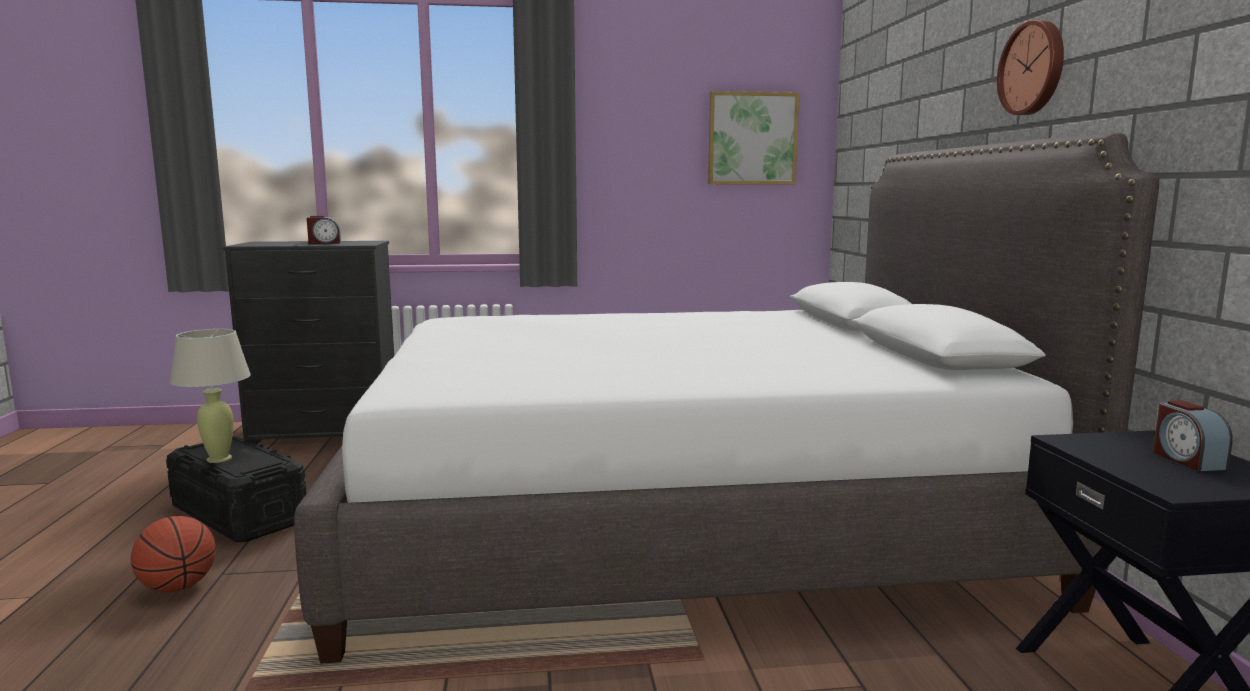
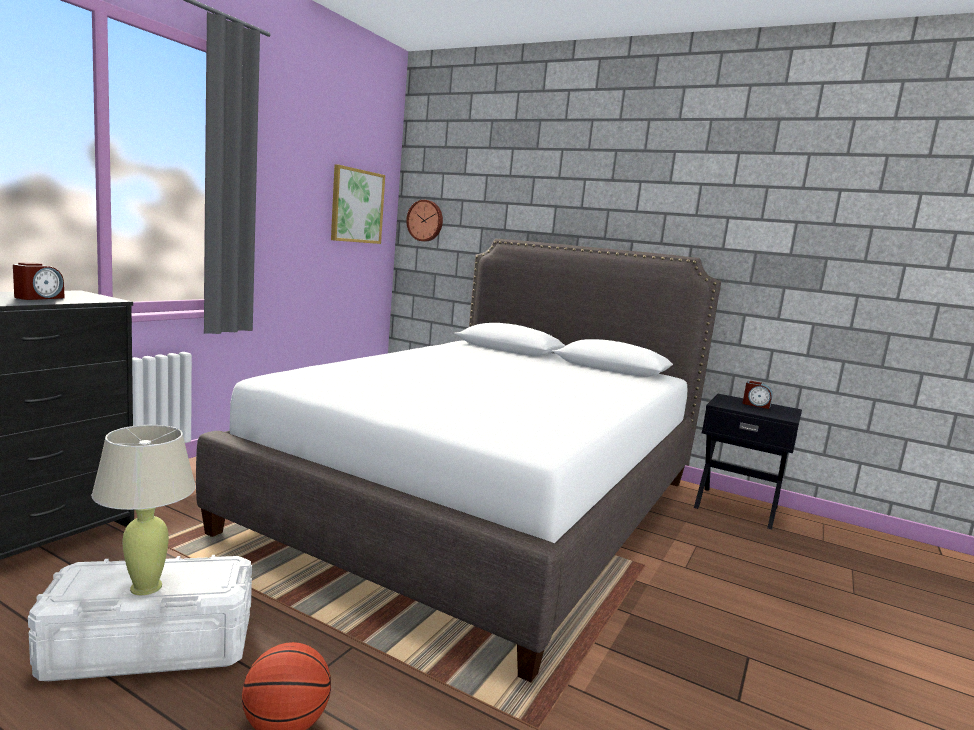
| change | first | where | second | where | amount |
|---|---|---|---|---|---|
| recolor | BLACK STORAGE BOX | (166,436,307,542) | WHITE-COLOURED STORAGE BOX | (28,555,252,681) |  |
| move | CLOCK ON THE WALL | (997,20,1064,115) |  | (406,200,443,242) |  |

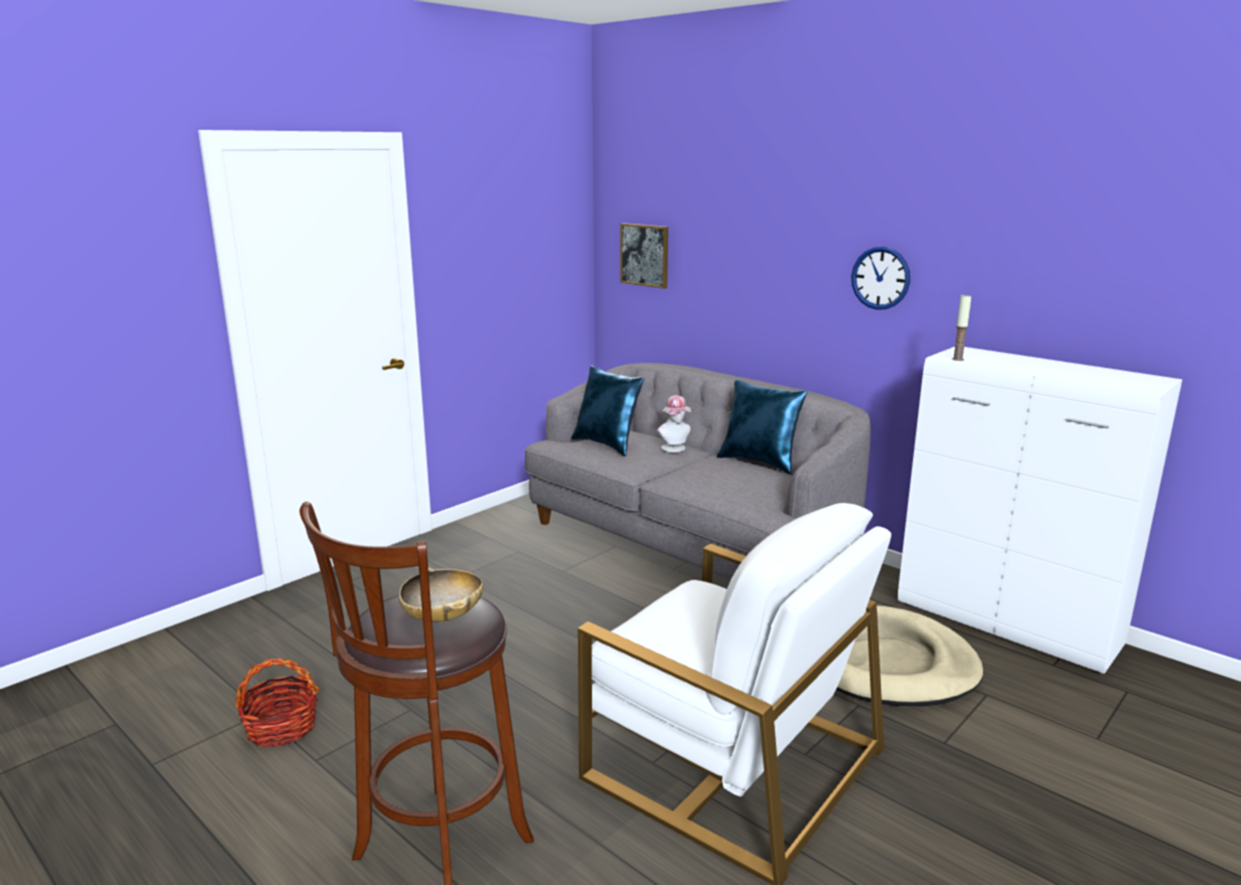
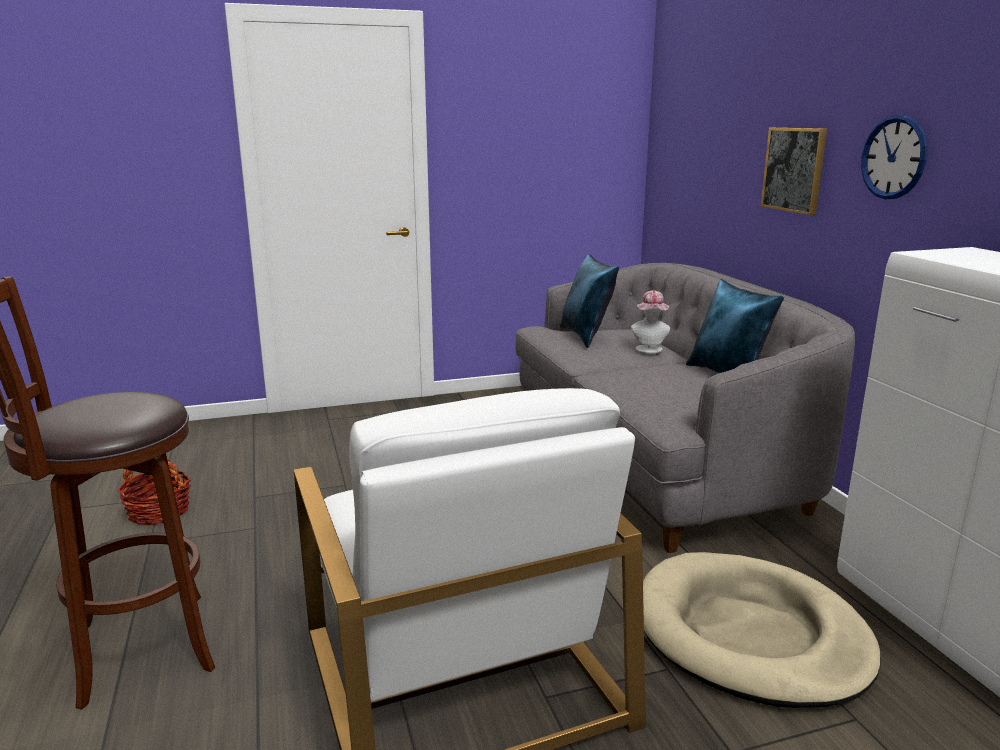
| change | first | where | second | where | amount |
|---|---|---|---|---|---|
| delete | BEIGE BOWL | (399,567,483,622) |  |  |  |
| move | WALL ART | (620,223,668,289) |  | (761,127,827,215) |  |
| delete | WAX LIGHT | (952,294,972,361) |  |  |  |

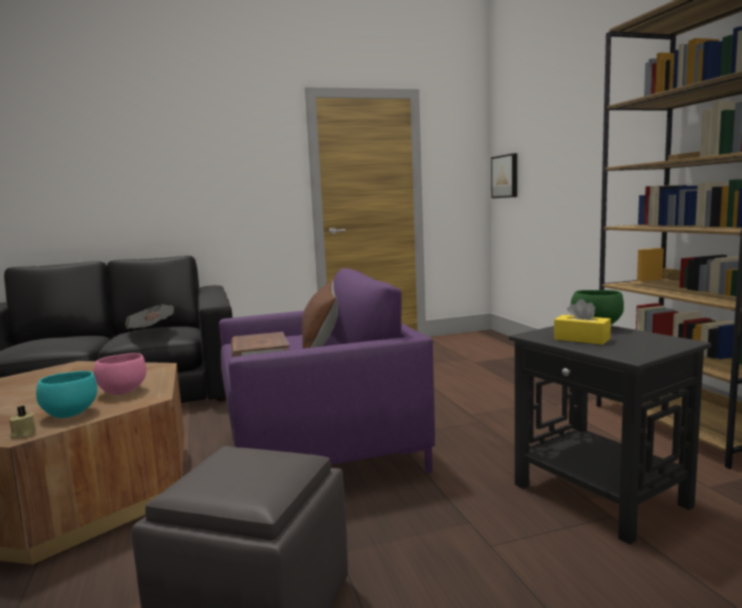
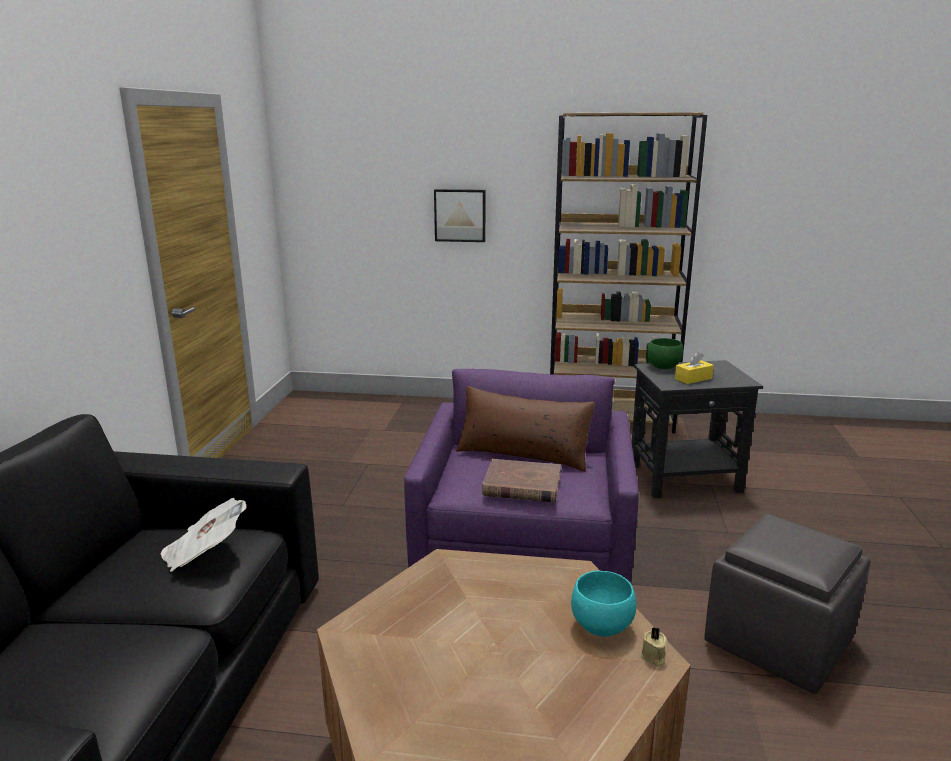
| change | first | where | second | where | amount |
|---|---|---|---|---|---|
| delete | PINK-COLOURED BOWL | (94,353,147,395) |  |  |  |
| move | WALL ART | (491,153,517,198) |  | (434,189,486,242) |  |

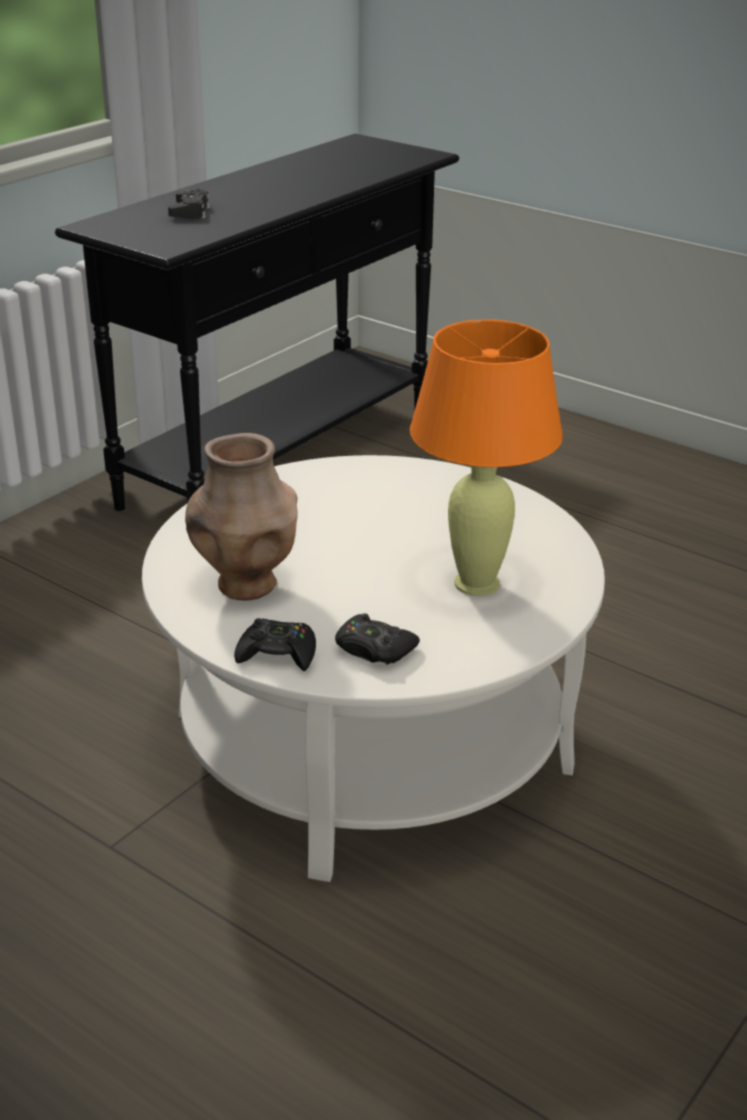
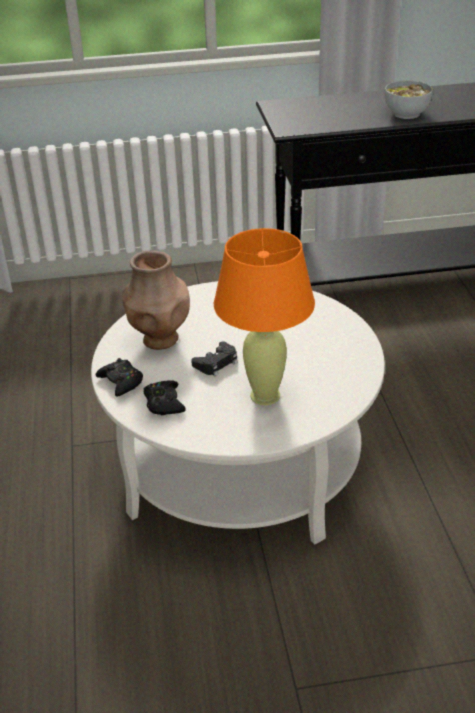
| change | first | where | second | where | amount |
|---|---|---|---|---|---|
| move | BLACK JOYPAD | (168,188,210,219) |  | (191,341,238,376) |  |
| insert |  |  | BOWL | (385,80,433,119) |  |

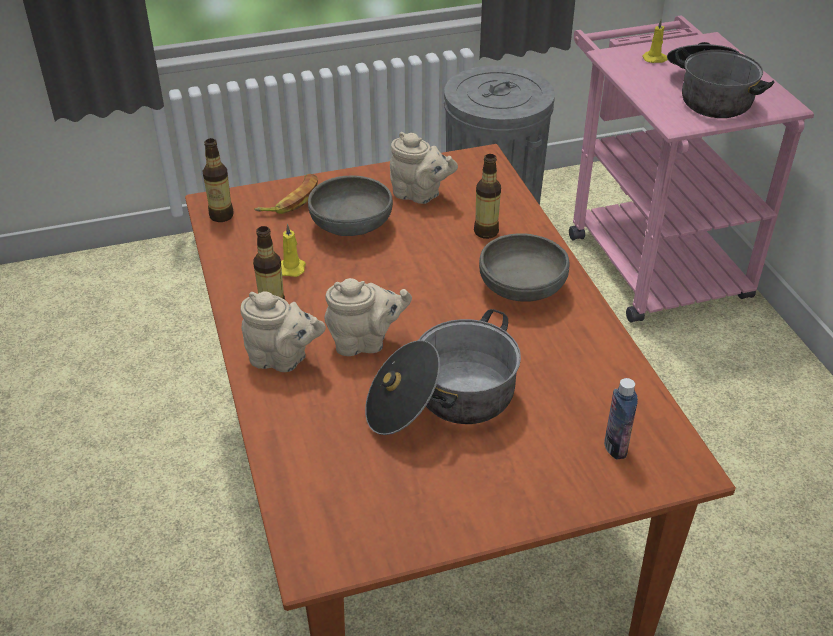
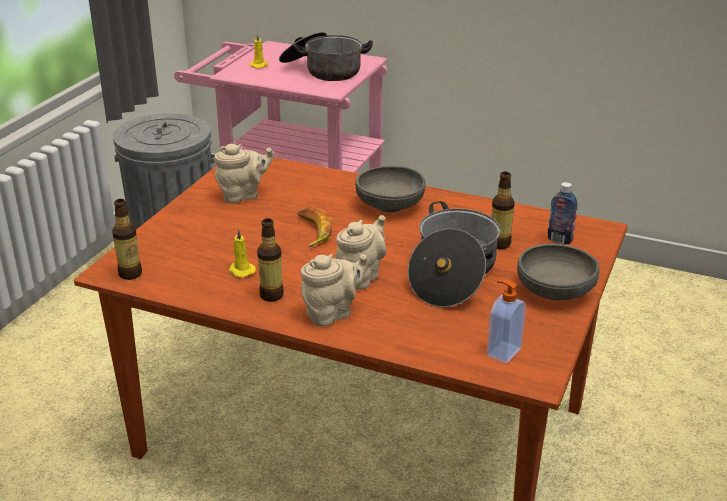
| change | first | where | second | where | amount |
|---|---|---|---|---|---|
| move | WHOLE BANANA | (254,174,318,214) |  | (297,207,332,247) |  |
| move | GREY BOWL | (308,175,393,236) |  | (517,244,600,300) |  |
| move | BOTTLE | (474,154,501,239) |  | (491,172,515,249) |  |
| insert |  |  | LIQUID SOAP BOTTLE | (487,280,526,364) |  |

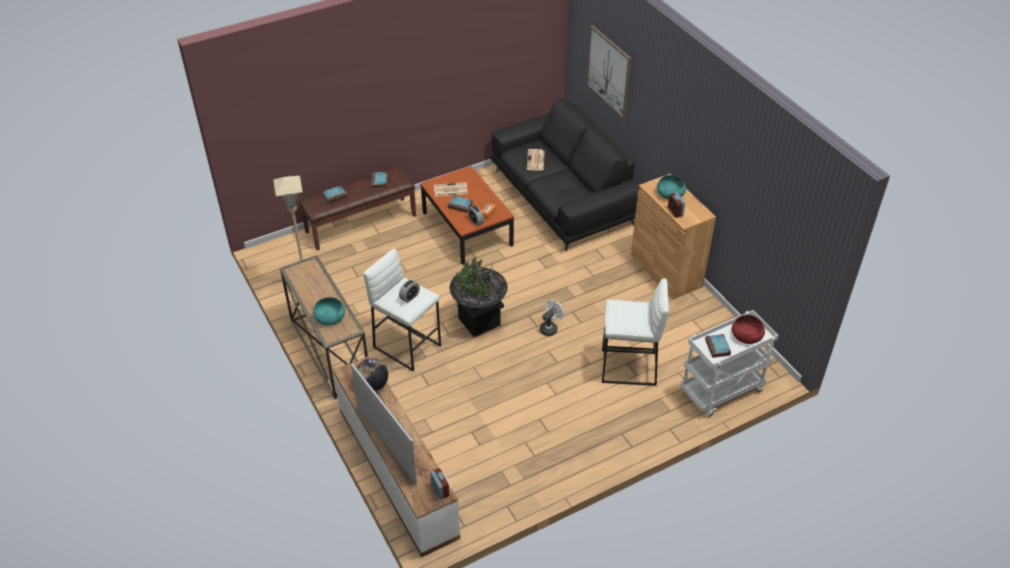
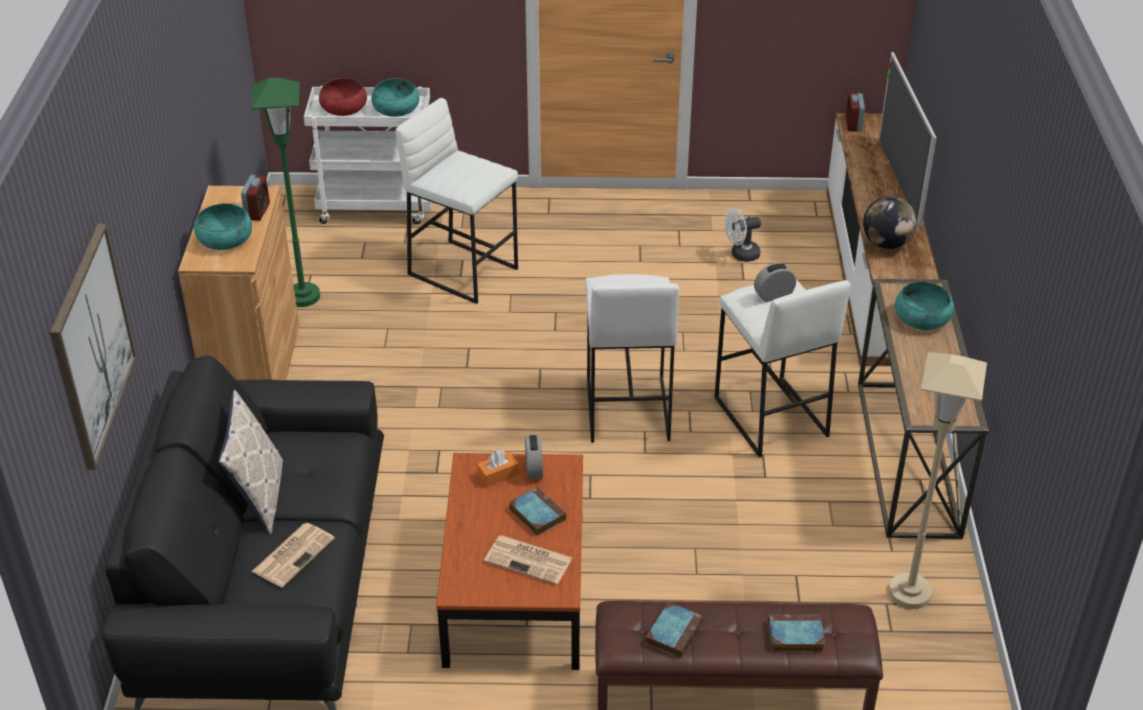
| change | first | where | second | where | amount |
|---|---|---|---|---|---|
| replace | BLACK PLANTER | (449,258,508,337) | WHITE-COLOURED STOOL | (585,274,679,443) |  |
| move | WHITE-COLOURED ELECTRIC FAN | (540,300,564,336) |  | (724,208,761,262) |  |
| replace | VOLUME | (705,334,731,358) | TURQUOISE BOWL | (372,78,419,117) |  |
| insert |  |  | CUSHION | (218,390,283,534) |  |
| insert |  |  | GREENISH FLOOR LAMP | (251,78,320,307) |  |

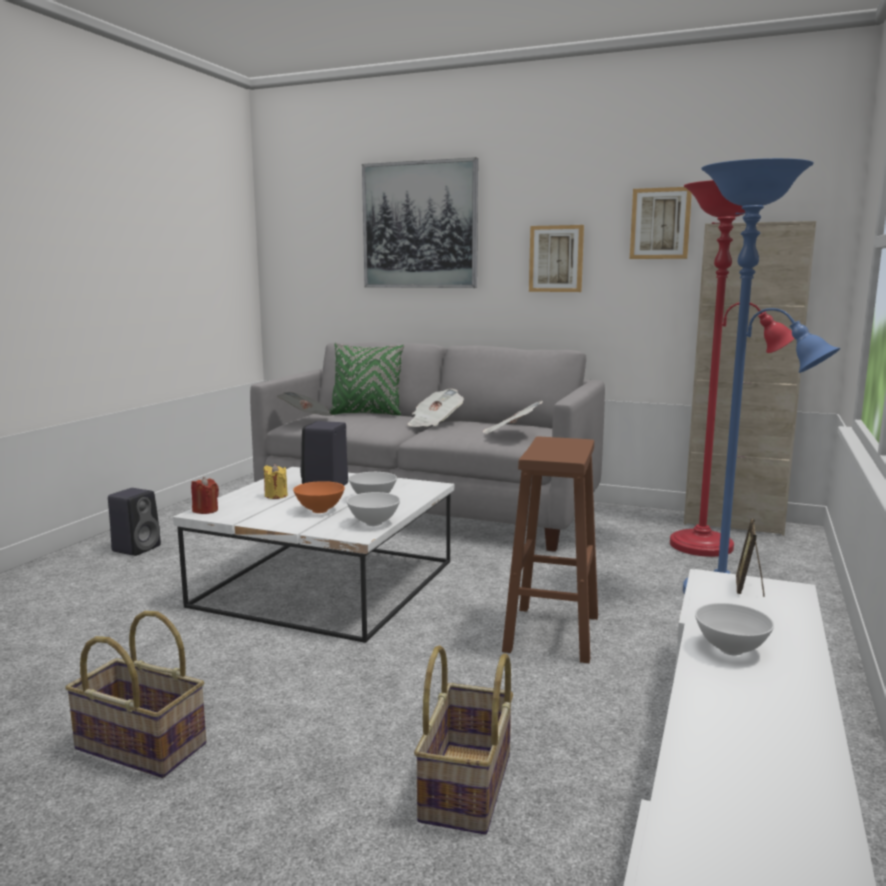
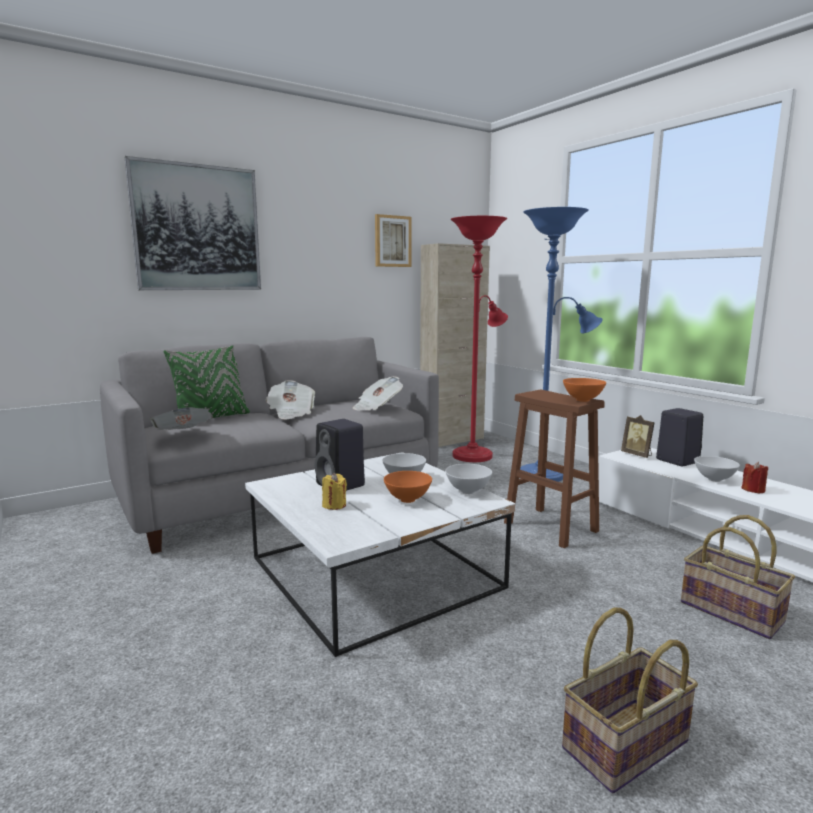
| change | first | where | second | where | amount |
|---|---|---|---|---|---|
| move | BLACK SPEAKER | (108,488,161,556) |  | (656,408,703,467) |  |
| move | RED WAX LIGHT | (191,477,219,514) |  | (741,462,768,493) |  |
| delete | WALL ART | (529,225,584,292) |  |  |  |
| insert |  |  | ORANGE BOWL | (563,378,606,402) |  |

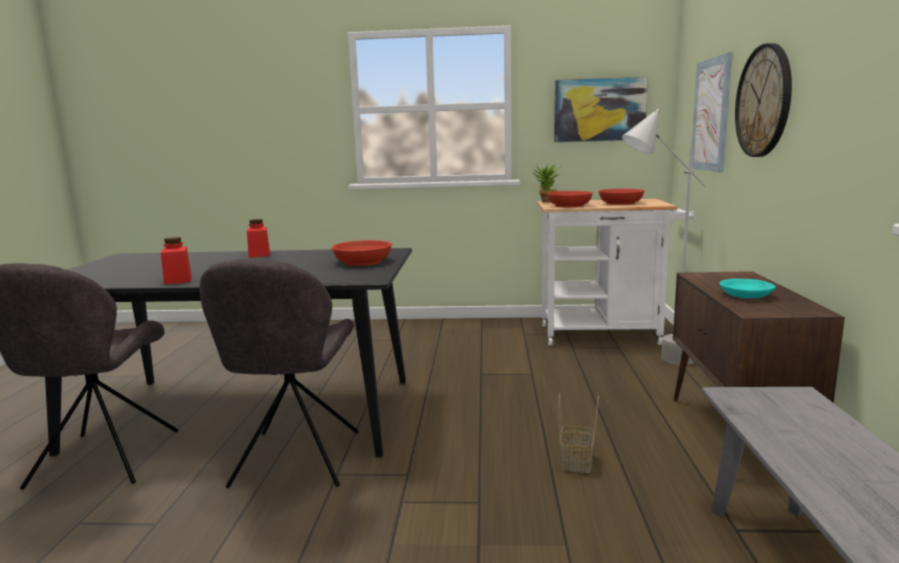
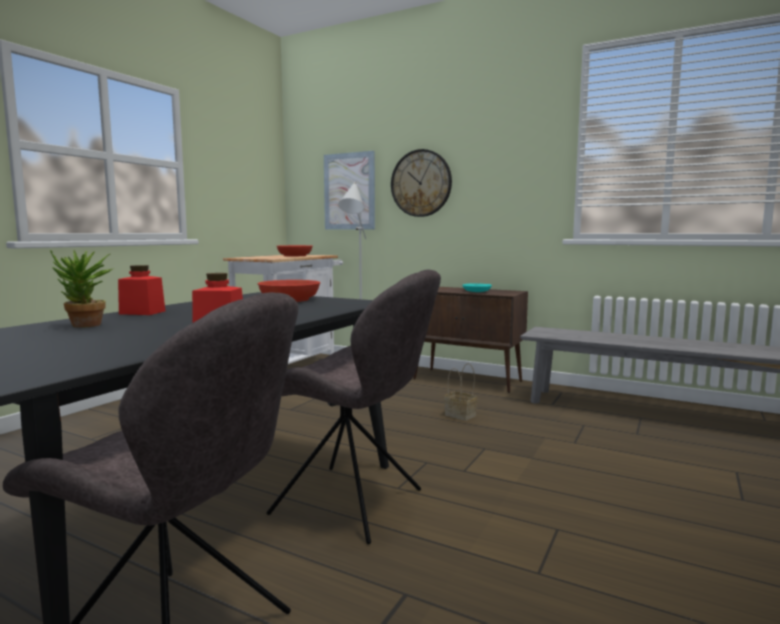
| change | first | where | second | where | amount |
|---|---|---|---|---|---|
| move | HOUSEPLANT | (532,164,561,202) |  | (50,250,112,328) |  |
| delete | RED BOWL | (547,191,593,207) |  |  |  |
| delete | WALL ART | (554,77,648,142) |  |  |  |

